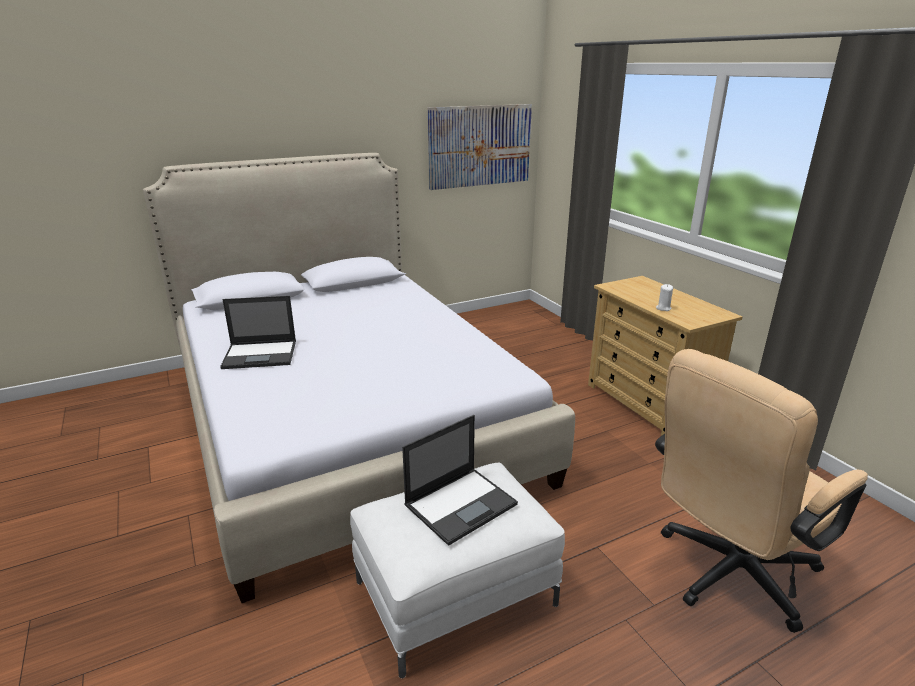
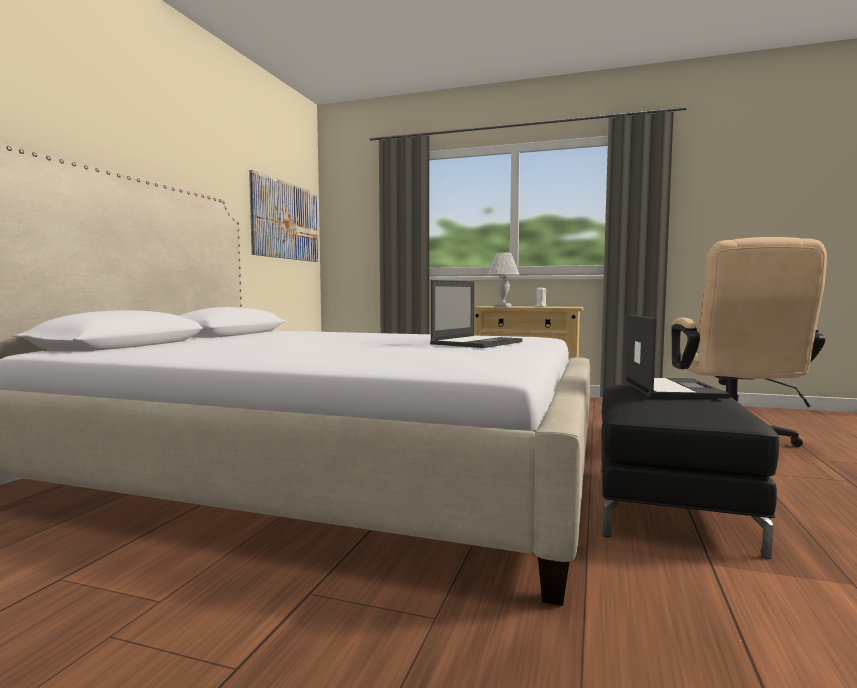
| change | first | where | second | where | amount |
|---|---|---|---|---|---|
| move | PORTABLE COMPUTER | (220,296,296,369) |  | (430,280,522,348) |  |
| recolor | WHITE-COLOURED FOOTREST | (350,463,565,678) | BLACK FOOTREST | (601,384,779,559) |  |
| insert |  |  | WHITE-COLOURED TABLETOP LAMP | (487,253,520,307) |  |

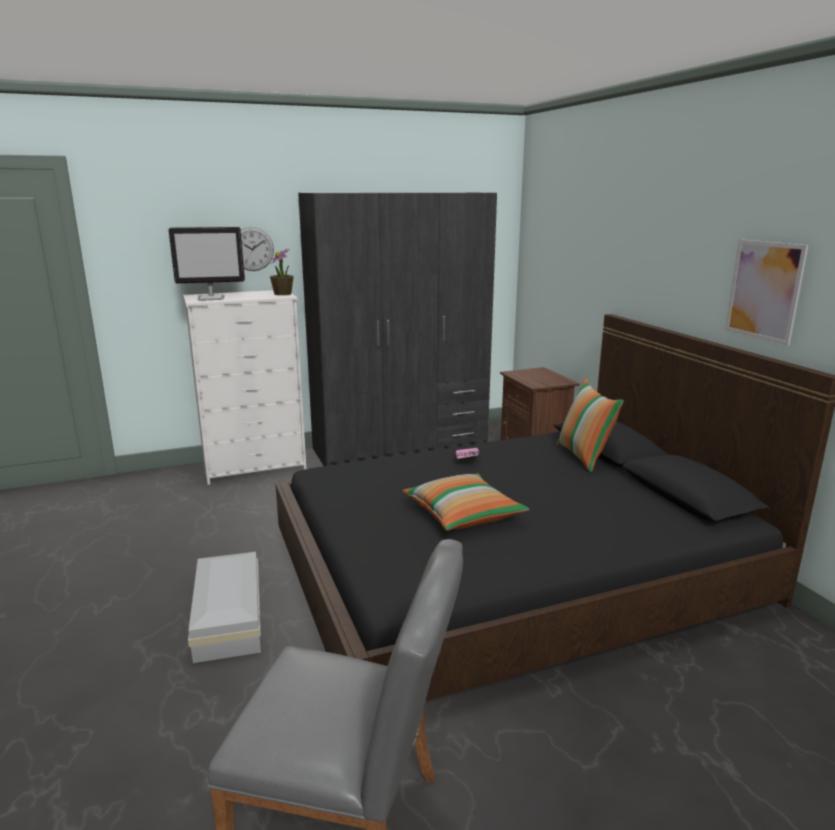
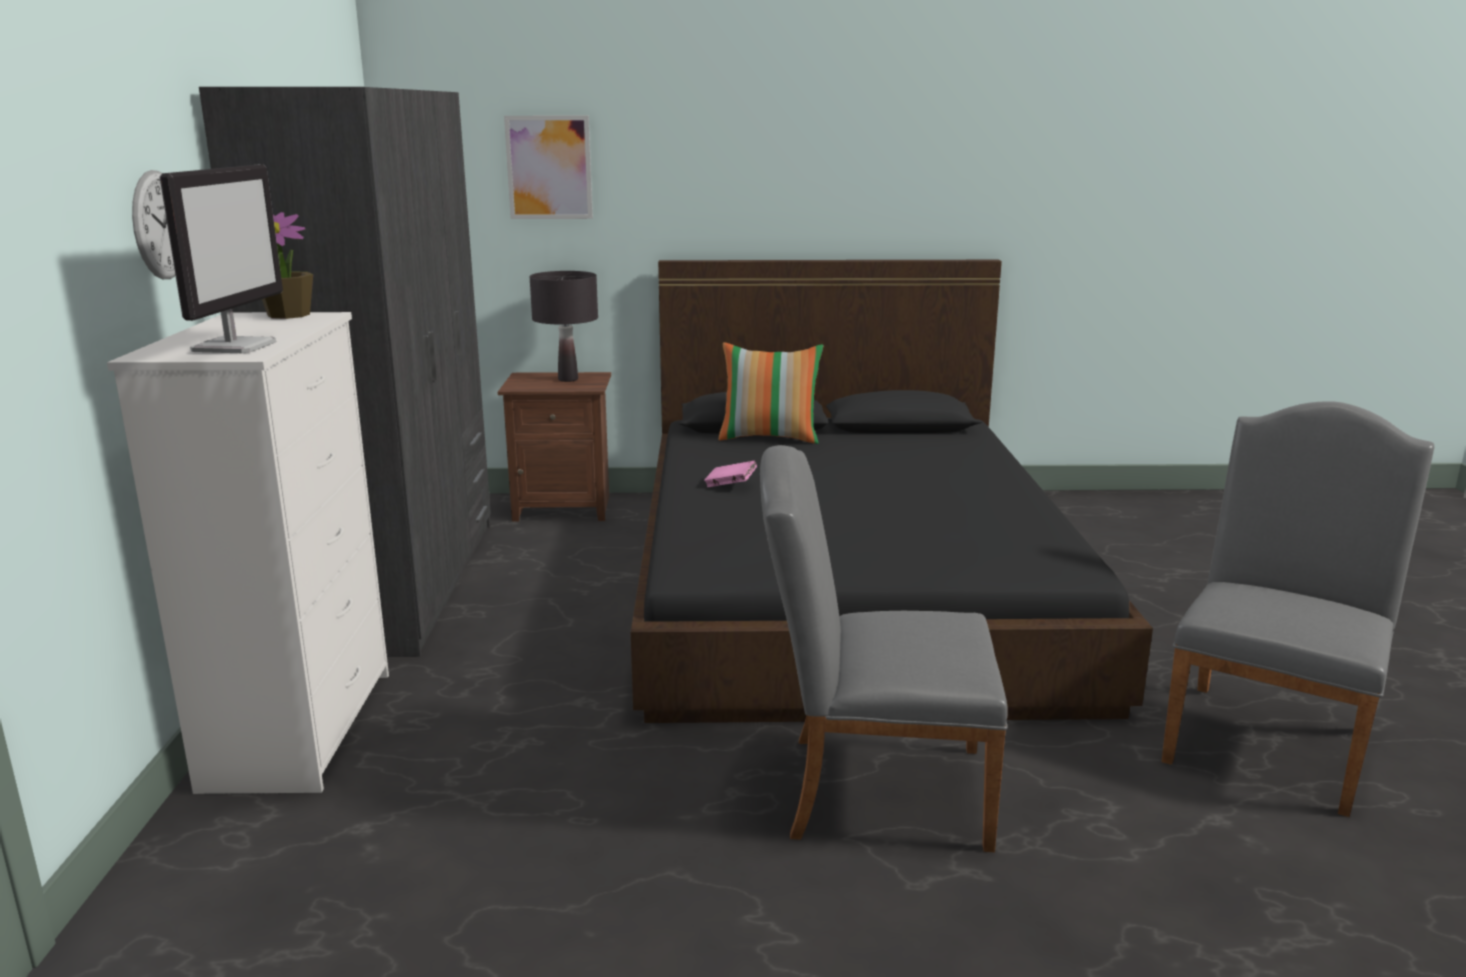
| change | first | where | second | where | amount |
|---|---|---|---|---|---|
| replace | WHITE-COLOURED STORAGE BOX | (188,552,261,663) | GREY UPRIGHT CHAIR | (760,445,1008,852) |  |
| delete | CUSHION | (403,474,529,531) |  |  |  |
| move | WALL ART | (725,239,808,346) |  | (504,116,593,219) |  |
| insert |  |  | BLACK TABLETOP LAMP | (530,271,598,382) |  |

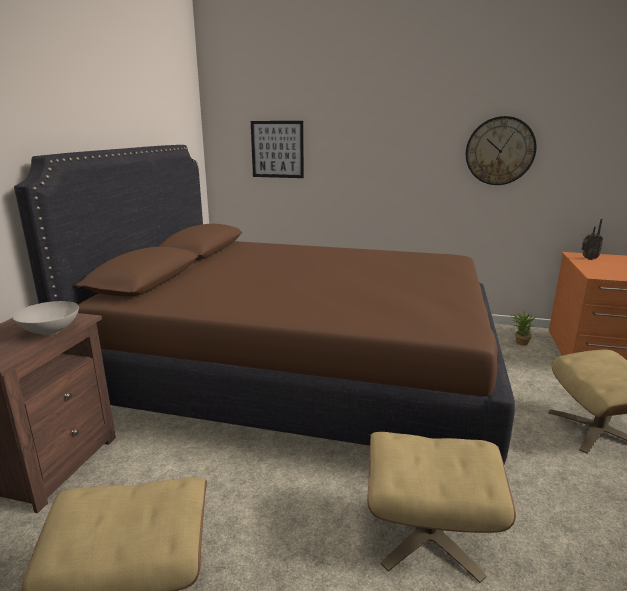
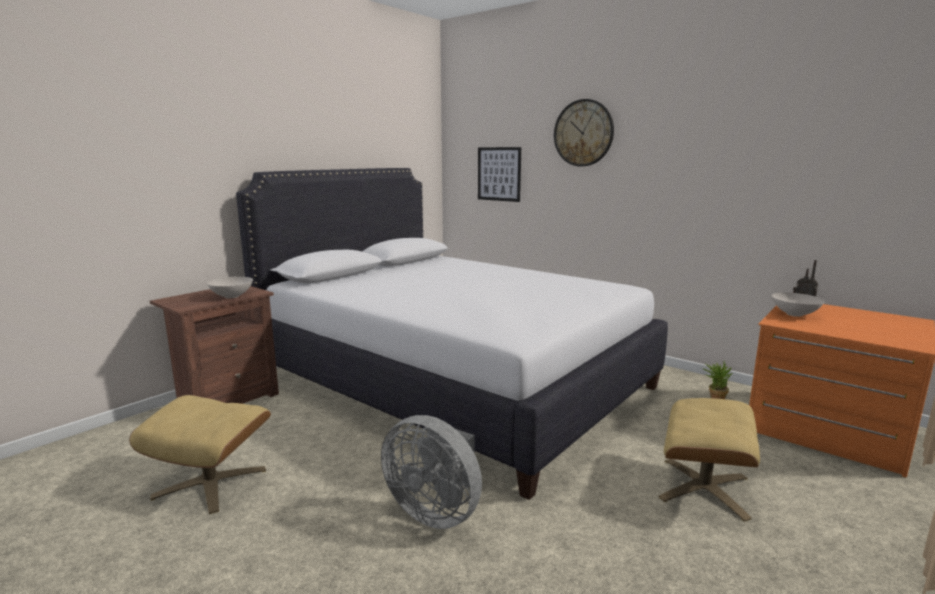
| change | first | where | second | where | amount |
|---|---|---|---|---|---|
| recolor | BROWN BED | (14,145,515,464) | WHITE-COLOURED BED | (236,168,668,500) |  |
| replace | BEIGE FOOTREST | (367,432,516,583) | GREY ELECTRIC FAN | (381,415,482,529) |  |
| move | CLOCK ON THE WALL | (466,116,537,185) |  | (554,99,614,166) |  |
| insert |  |  | WHITE-COLOURED BOWL | (772,292,825,317) |  |

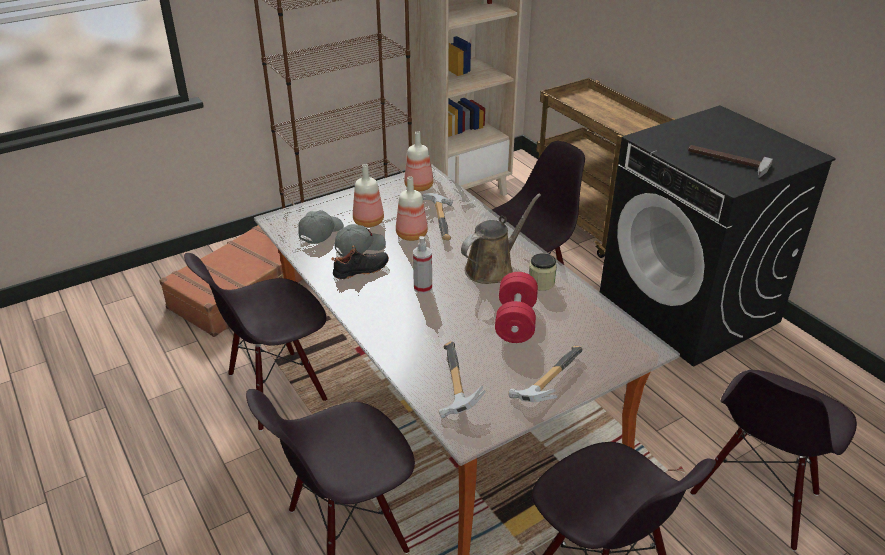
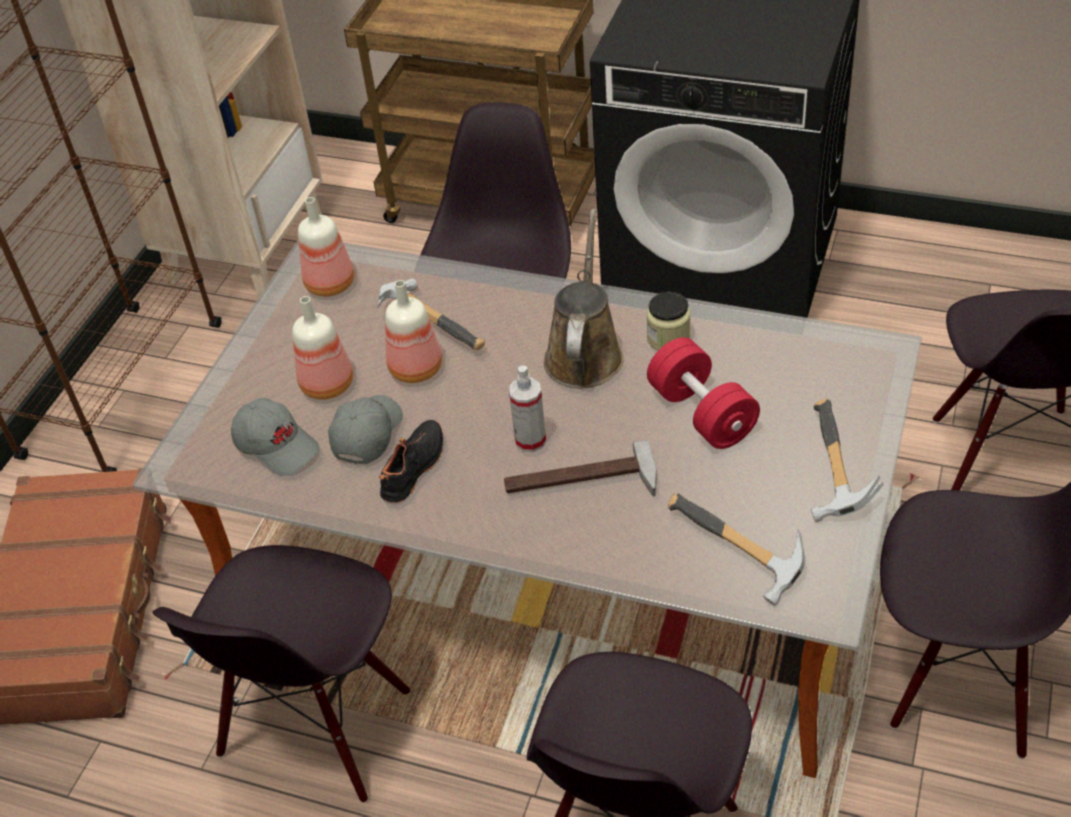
| change | first | where | second | where | amount |
|---|---|---|---|---|---|
| rotate | GREY BASEBALL CAP | (298,210,344,244) |  | (231,398,320,476) | 135 degrees clockwise |
| move | TOOL HAMMER | (688,145,773,178) |  | (504,440,657,496) |  |

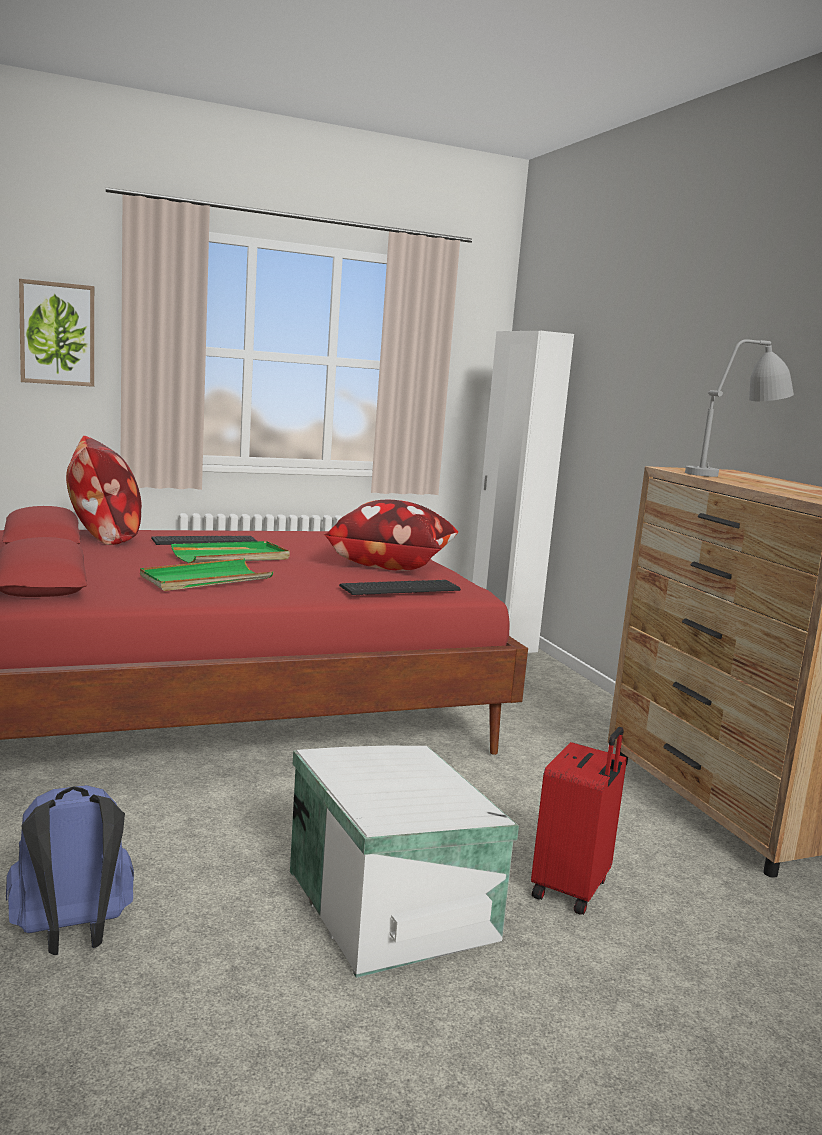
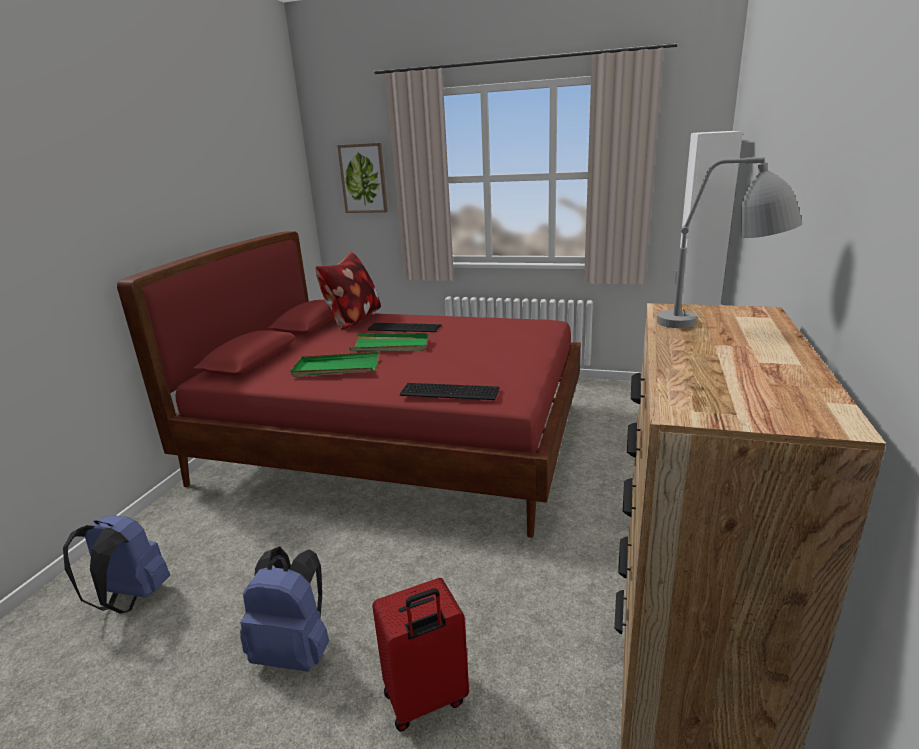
| change | first | where | second | where | amount |
|---|---|---|---|---|---|
| replace | WHITE-COLOURED STORAGE BOX | (290,746,519,978) | BLUE-COLOURED BACKPACK | (240,546,329,671) |  |
| delete | CUSHION | (323,500,458,571) |  |  |  |

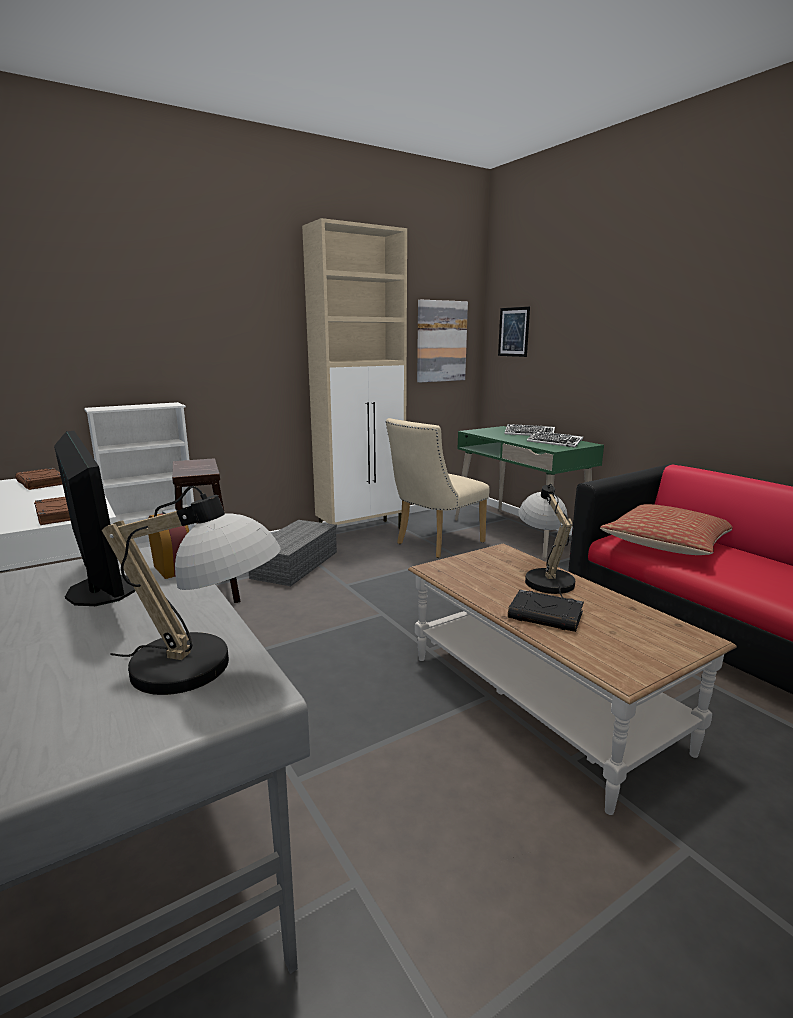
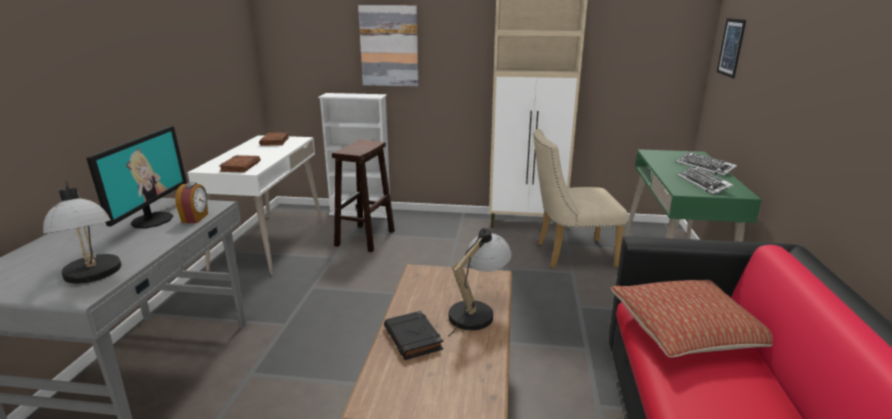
| change | first | where | second | where | amount |
|---|---|---|---|---|---|
| delete | GREY STORAGE BOX | (249,520,337,586) |  |  |  |
| move | WALL ART | (417,300,468,382) |  | (358,5,419,87) |  |

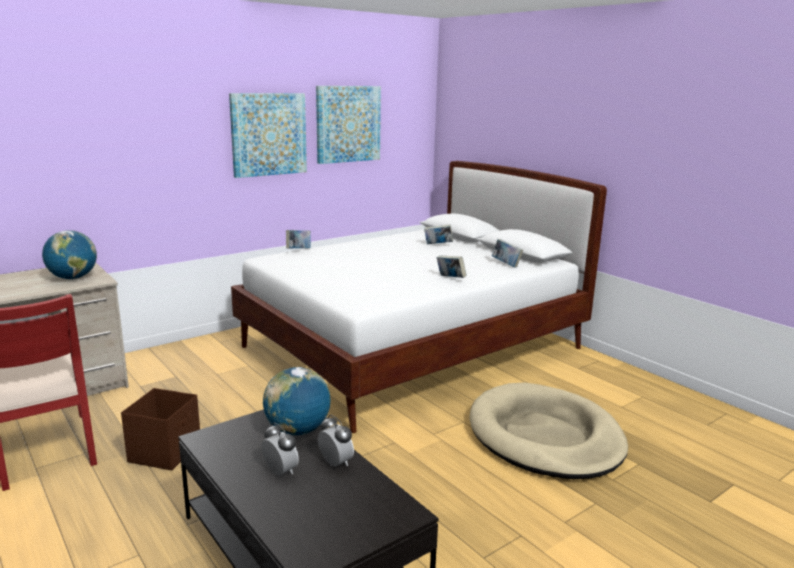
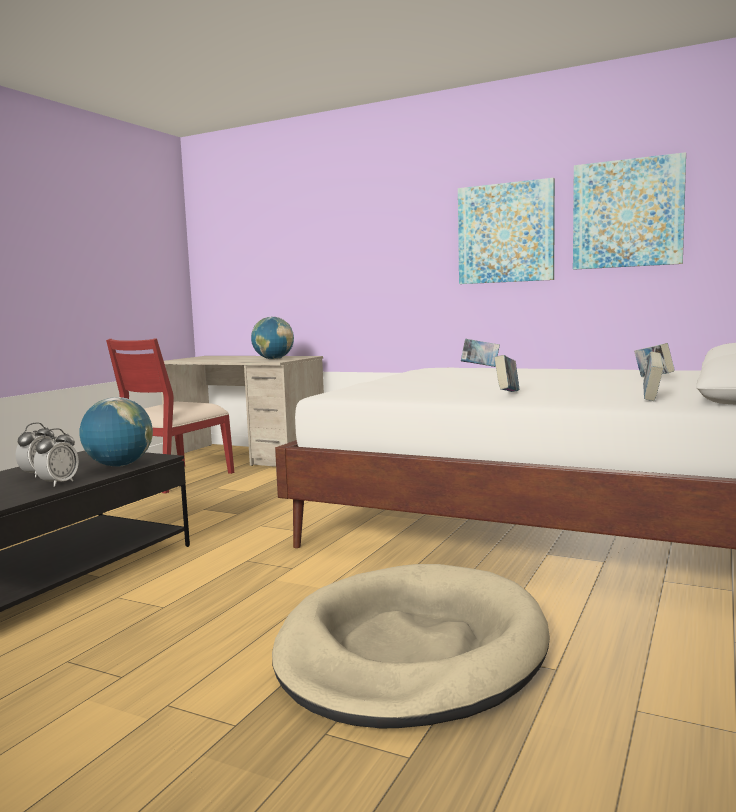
| change | first | where | second | where | amount |
|---|---|---|---|---|---|
| delete | BROWN STORAGE BOX | (121,388,200,470) |  |  |  |

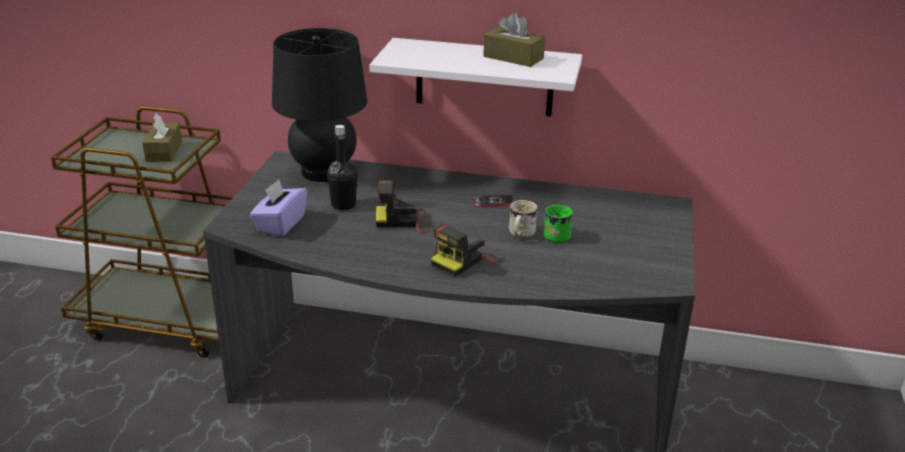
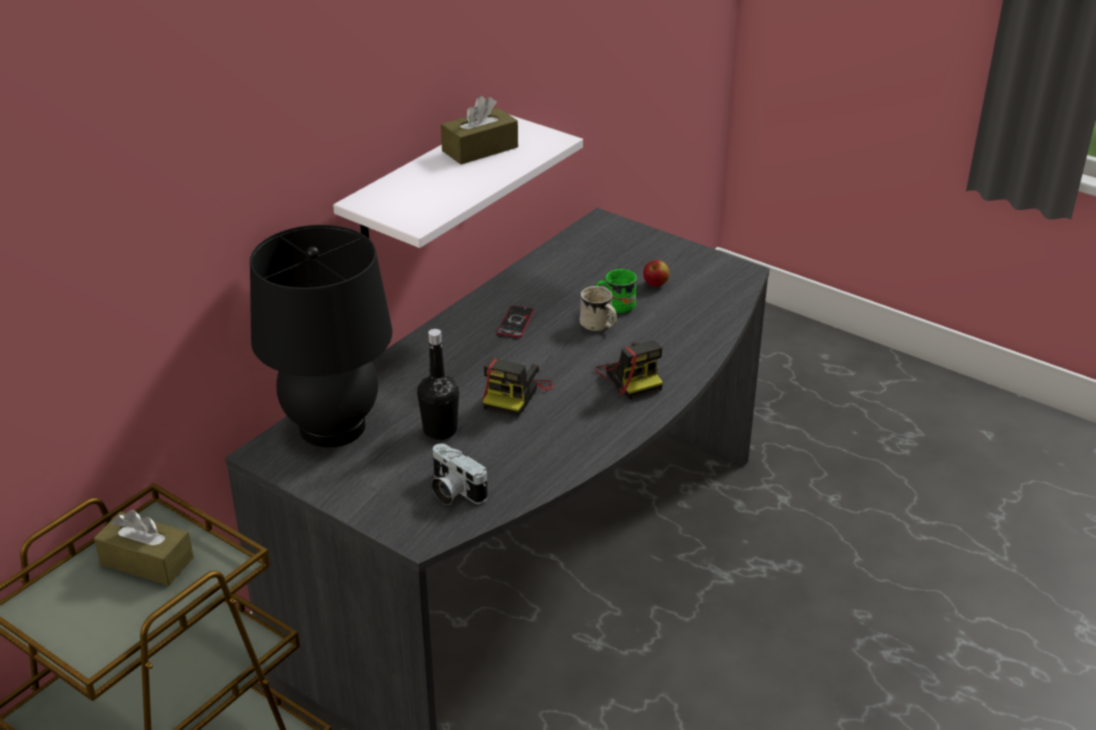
| change | first | where | second | where | amount |
|---|---|---|---|---|---|
| replace | PURPLE-COLOURED BOX OF TISSUES | (250,179,308,237) | STILL CAMERA | (431,443,488,505) |  |
| insert |  |  | APPLE FRUIT | (643,260,670,287) |  |

